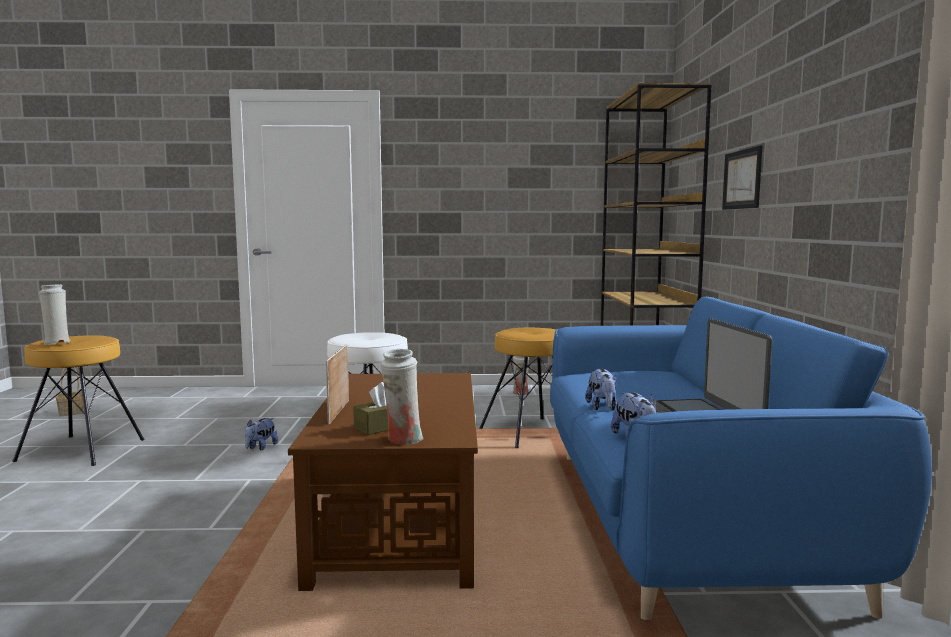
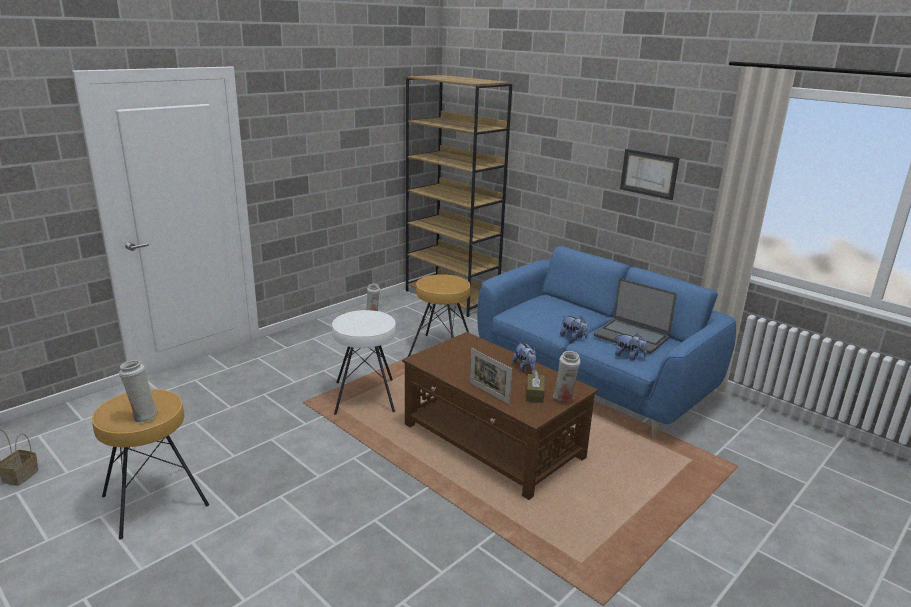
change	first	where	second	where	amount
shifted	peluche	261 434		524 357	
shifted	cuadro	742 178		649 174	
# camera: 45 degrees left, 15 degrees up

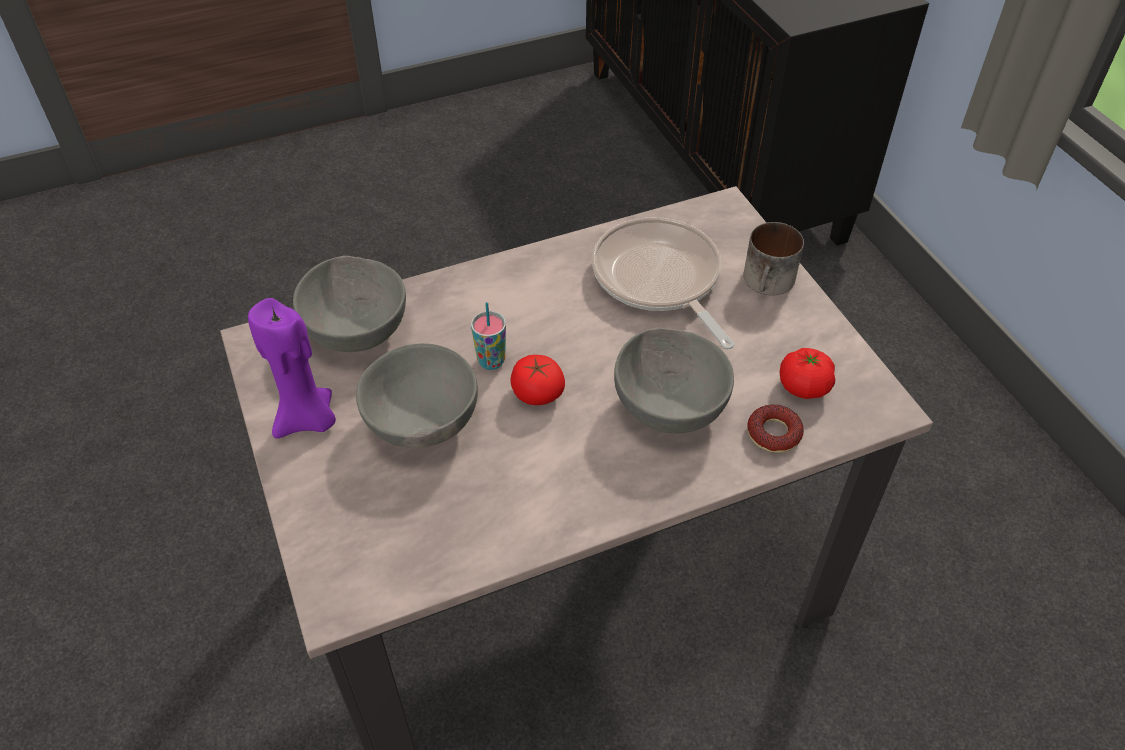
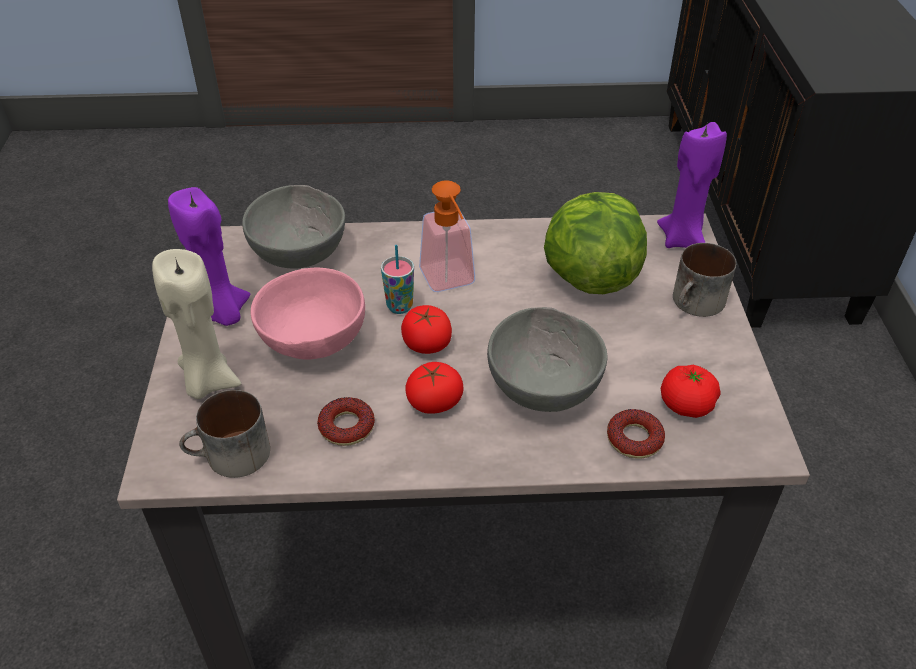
change	first	where	second	where	amount
new			vela [beis]	196 324	
new			taza grande	224 434	
repainted	cuenco [gris]	417 395	cuenco [rosa]	308 314	
new			rosquilla	346 421	
new			tomate	434 388	
new			dispensador de jabón	447 236	
swapped	sartén	663 283	lechuga	595 243	
new			vela [morado]	692 185	
# camera: 20 degrees right, 5 degrees down

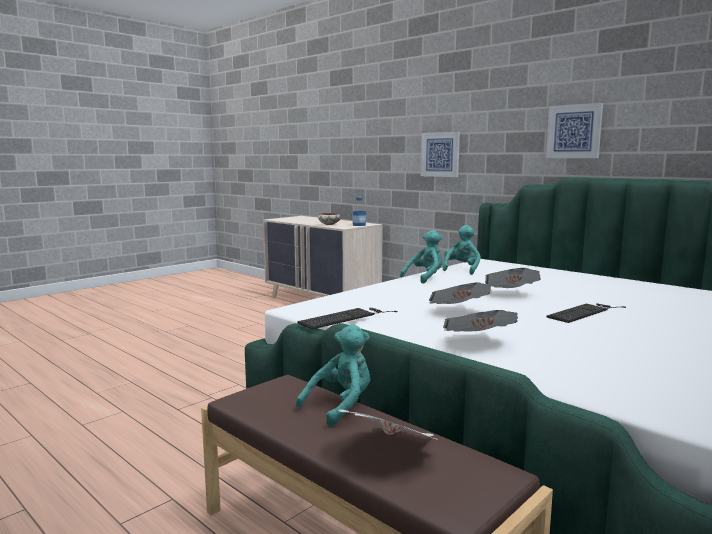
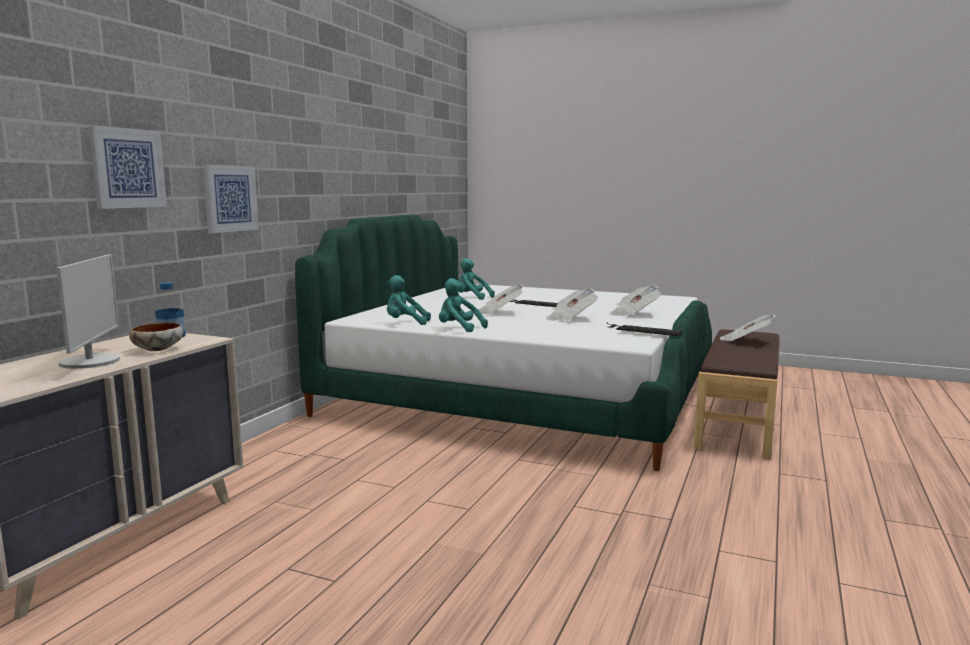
change	first	where	second	where	amount
new			monitor	88 311	
shifted	cuadro	574 130		128 167	
shifted	peluche [turquesa]	333 375		477 279	
# camera: 110 degrees left, 0 degrees up

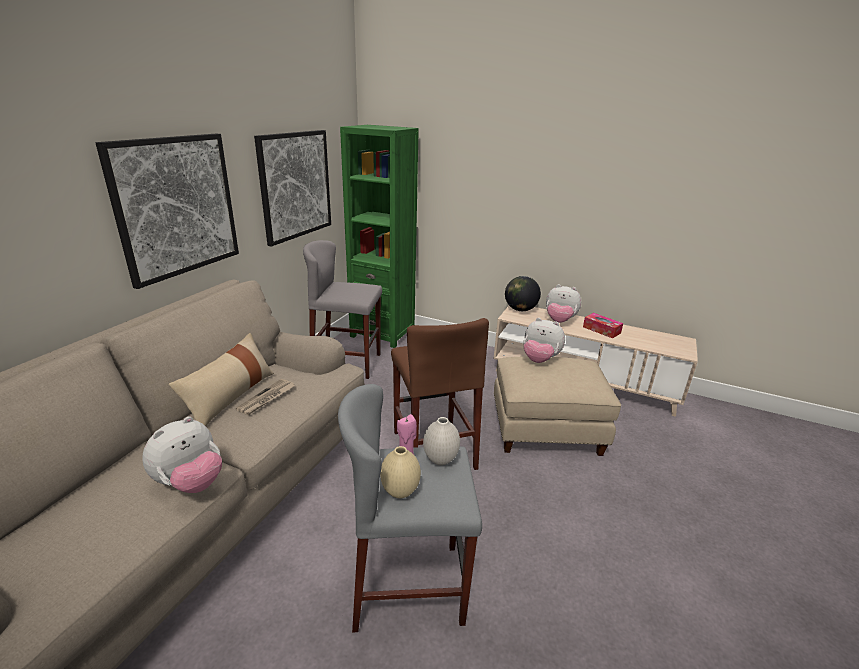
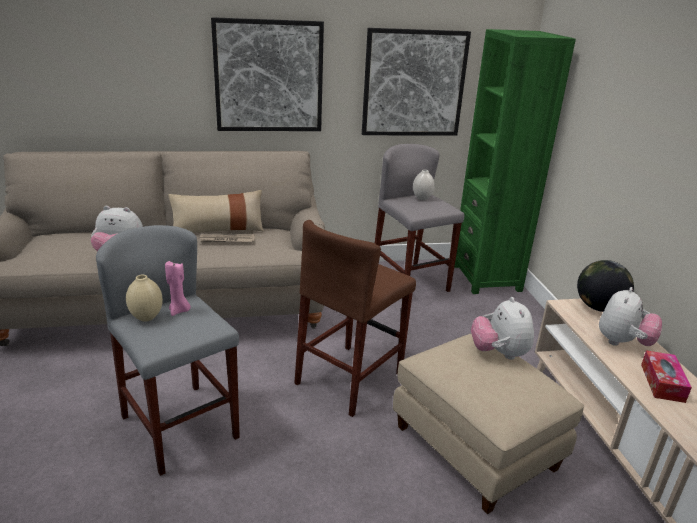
change	first	where	second	where	amount
shifted	florero [blanco]	441 441		424 185	
rotated	peluche	563 303		630 316	135 degrees counterclockwise
# camera: 55 degrees right, 0 degrees up

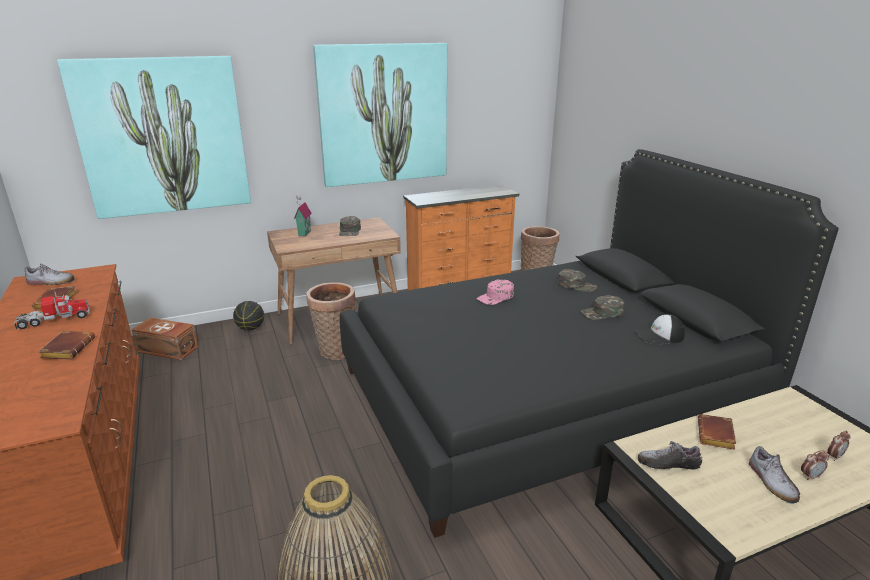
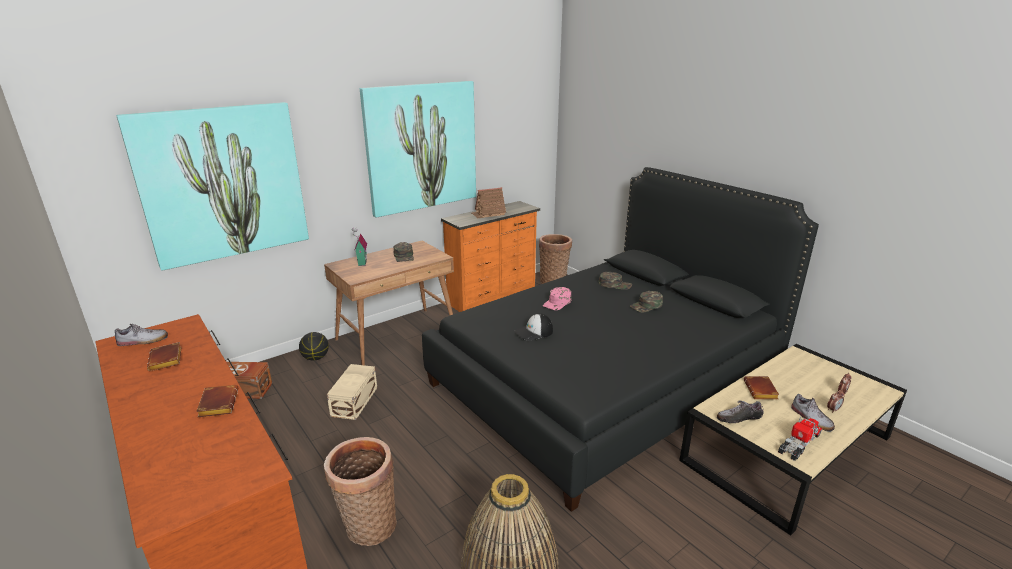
change	first	where	second	where	amount
shifted	cesta	331 321		360 491	
new			caja de almacenaje [beis]	352 392	
new			casita	489 202	
shifted	gorra	660 329		533 327	
shifted	camión de juguete	52 311		800 439	
# camera: 15 degrees left, 0 degrees up

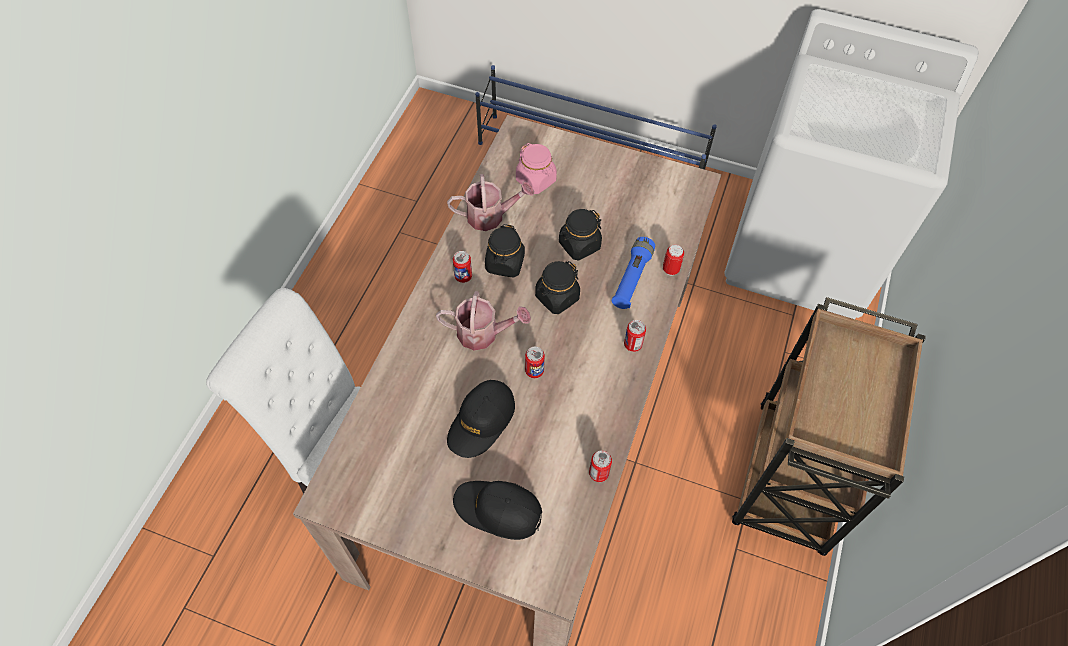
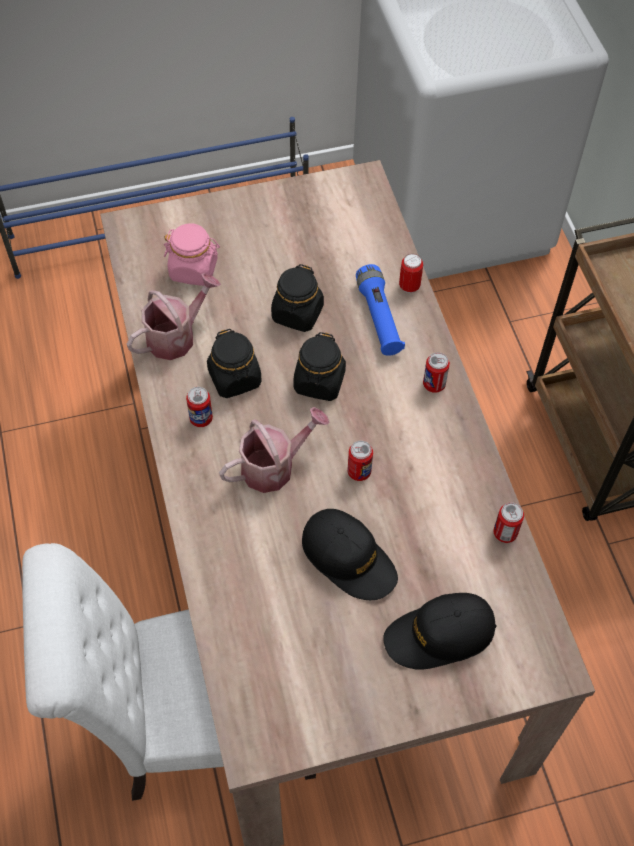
change	first	where	second	where	amount
rotated	gorra [negro]	481 419		350 554	45 degrees counterclockwise
# camera: 35 degrees left, 0 degrees up

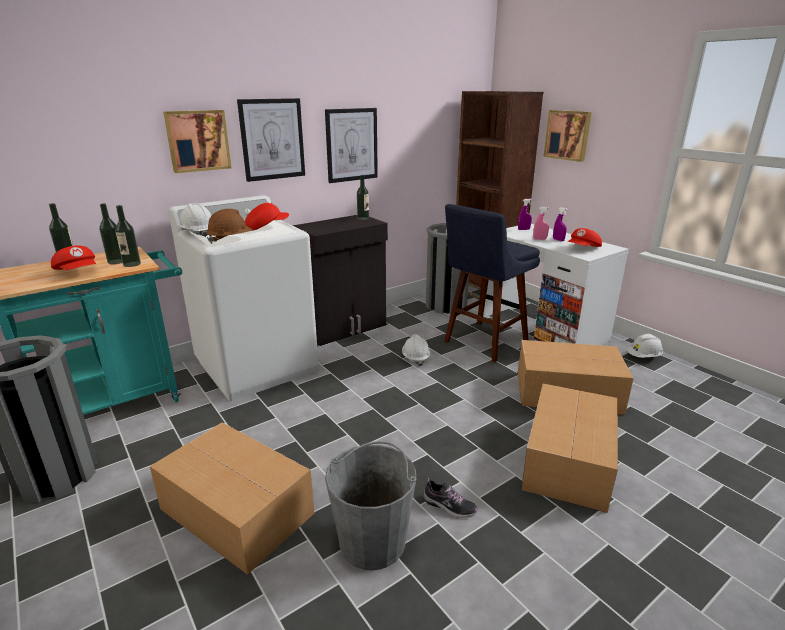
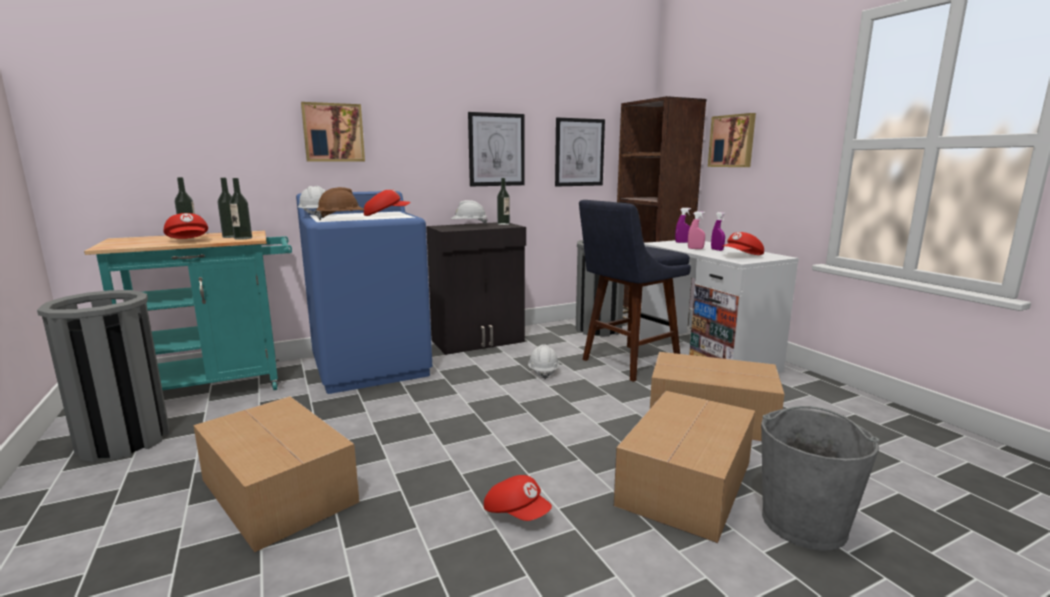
change	first	where	second	where	amount
repainted	lavadora [blanco]	243 298	lavadora [azul]	364 292	
shifted	casco [blanco]	644 346		469 212	
swapped	zapato	450 498	gorra [rojo]	518 498	
shifted	cuadro	271 140		580 152	
shifted	cubo [gris]	370 505		820 478	
# camera: 10 degrees right, 10 degrees down

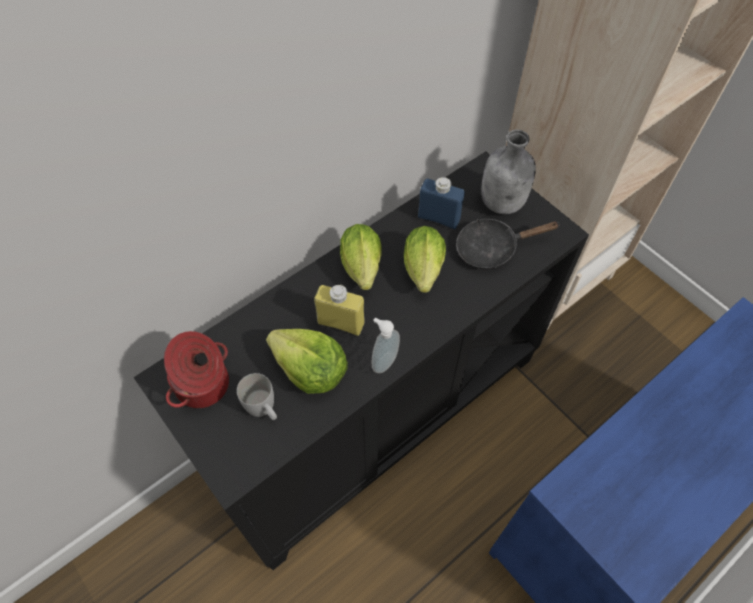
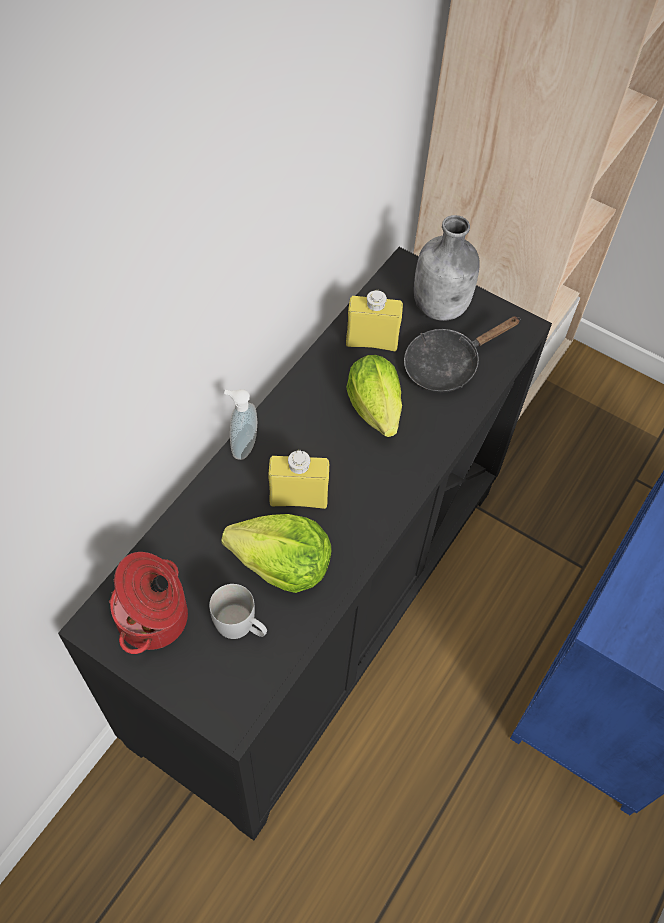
change	first	where	second	where	amount
shifted	dispensador de jabón	385 345		240 424	
repainted	botella [azul]	441 203	botella [amarillo]	374 320	
gone	lechuga	360 257			
# camera: 20 degrees left, 0 degrees up

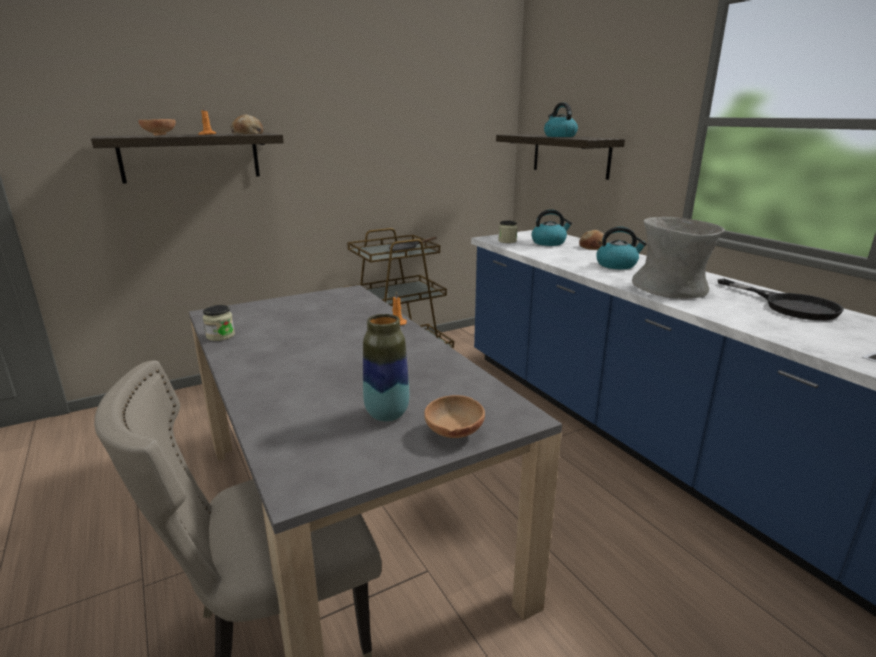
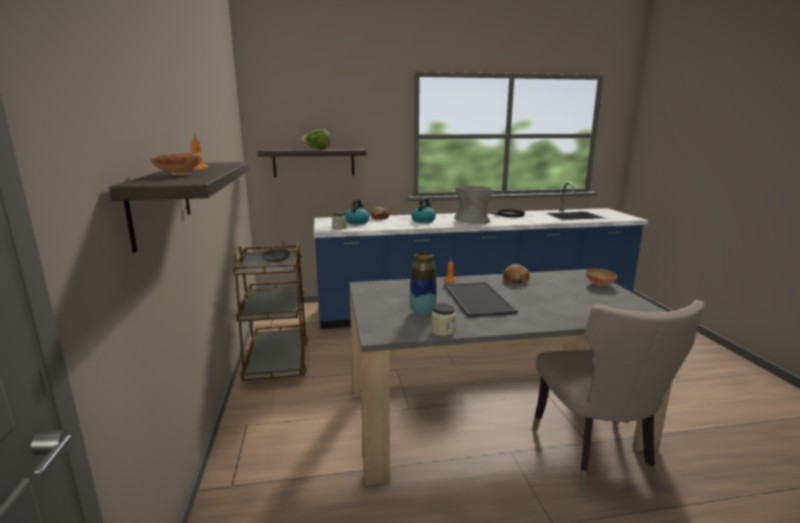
change	first	where	second	where	amount
swapped	hervidor	561 119	lechuga	315 139	
shifted	florero	386 368		423 284	
new			bandeja	481 299	
shifted	pan	246 125		516 274	
# camera: 70 degrees left, 5 degrees down

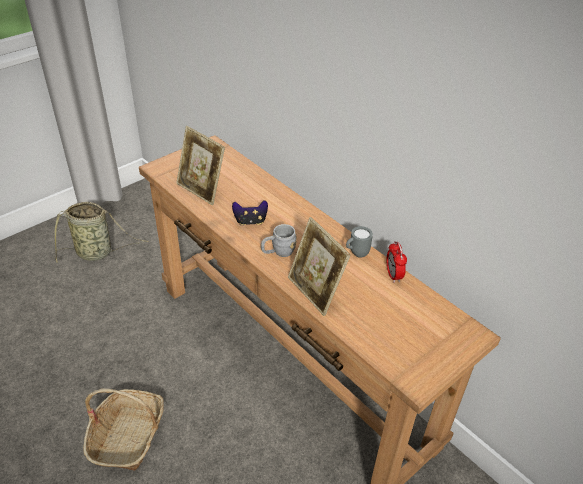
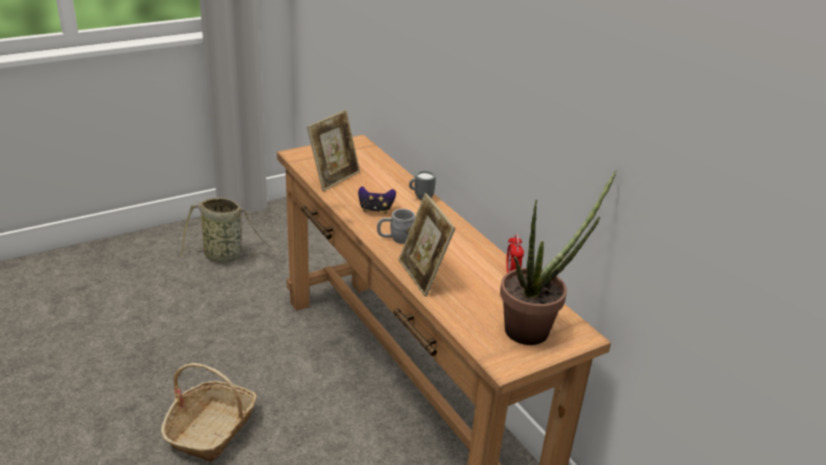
change	first	where	second	where	amount
rotated	portarretratos	200 165		333 150	105 degrees counterclockwise
shifted	taza grande [gris]	359 242		422 185	
new			planta en maceta	558 257	
# camera: 10 degrees right, 10 degrees down

